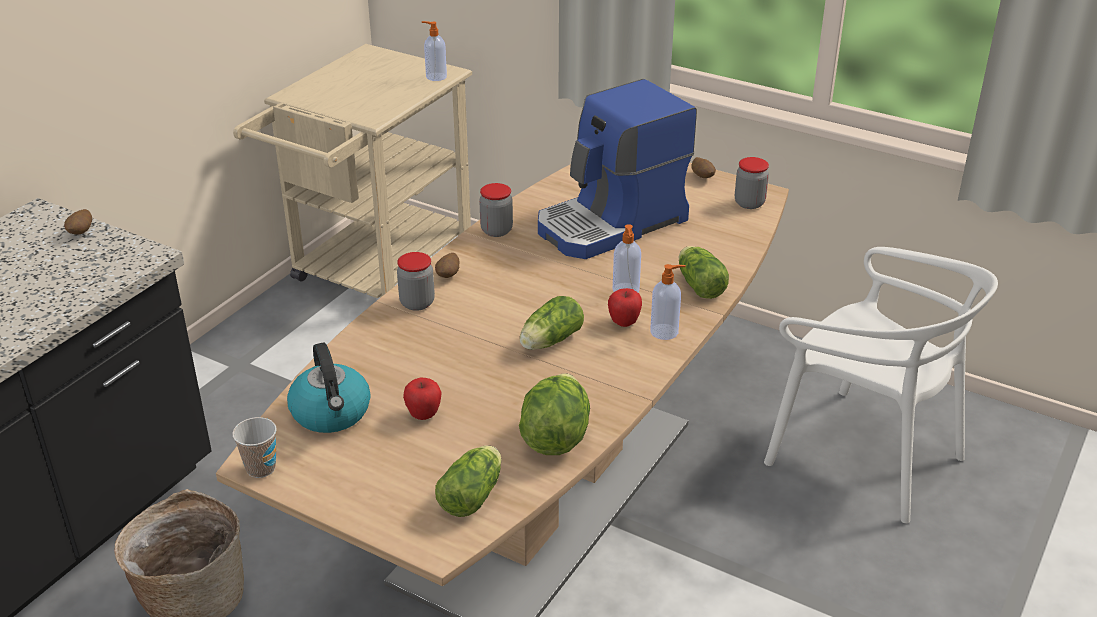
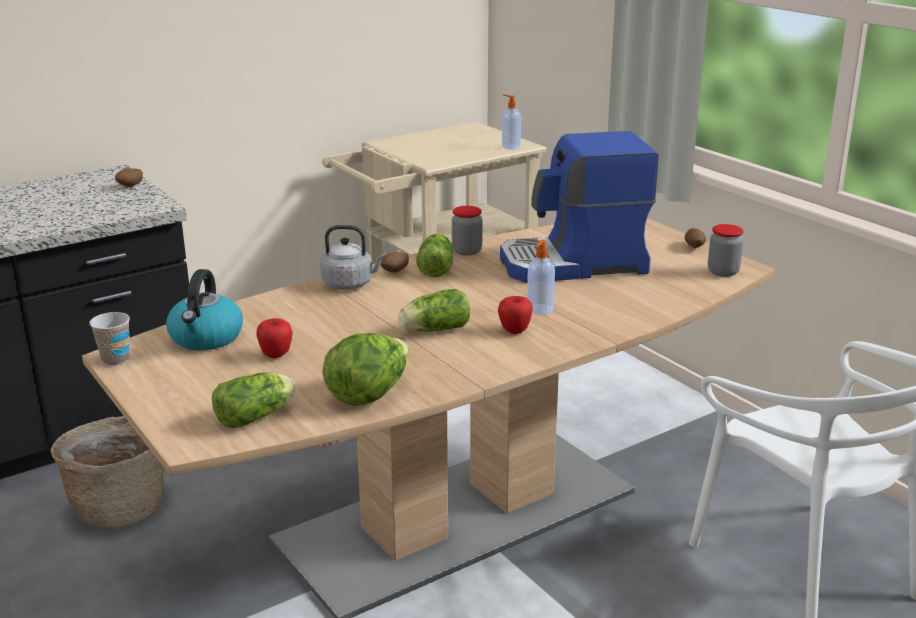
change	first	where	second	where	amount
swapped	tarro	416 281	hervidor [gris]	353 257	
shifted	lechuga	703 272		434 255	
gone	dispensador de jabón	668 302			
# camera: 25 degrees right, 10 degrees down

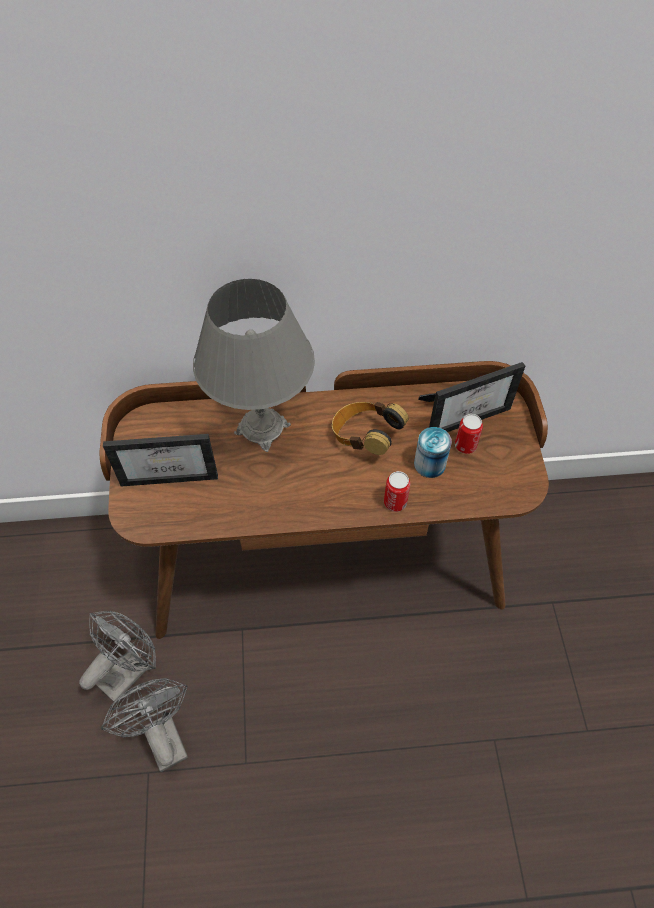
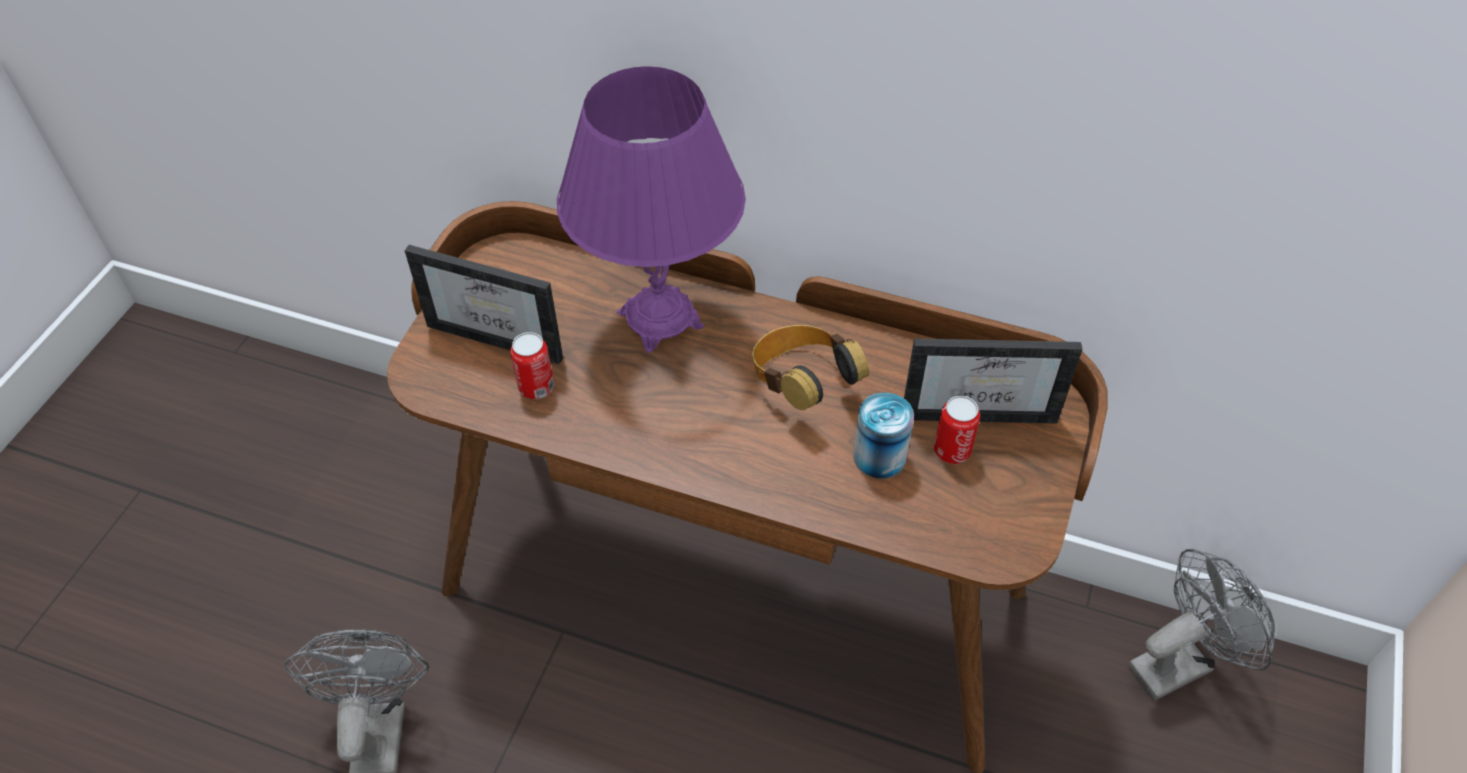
change	first	where	second	where	amount
shifted	lata	397 491		532 365	
repainted	lámpara de mesa [gris]	254 365	lámpara de mesa [morado]	651 209	
shifted	ventilador [gris]	117 656		1201 624	
# camera: 25 degrees right, 5 degrees down

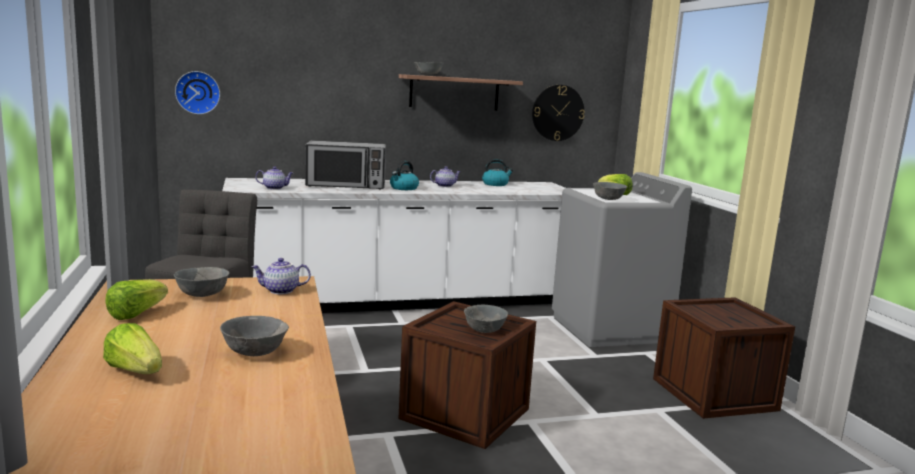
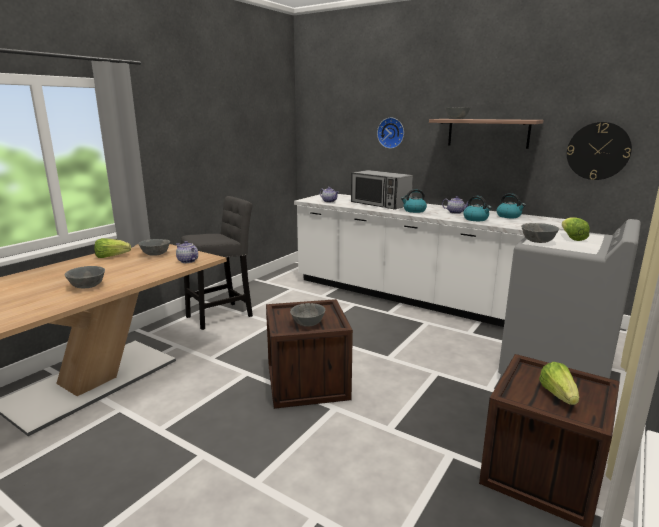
change	first	where	second	where	amount
shifted	reloj de pared	197 93		390 133	
new			hervidor	477 208	
shifted	lechuga	132 348		559 383	
# camera: 50 degrees right, 5 degrees up

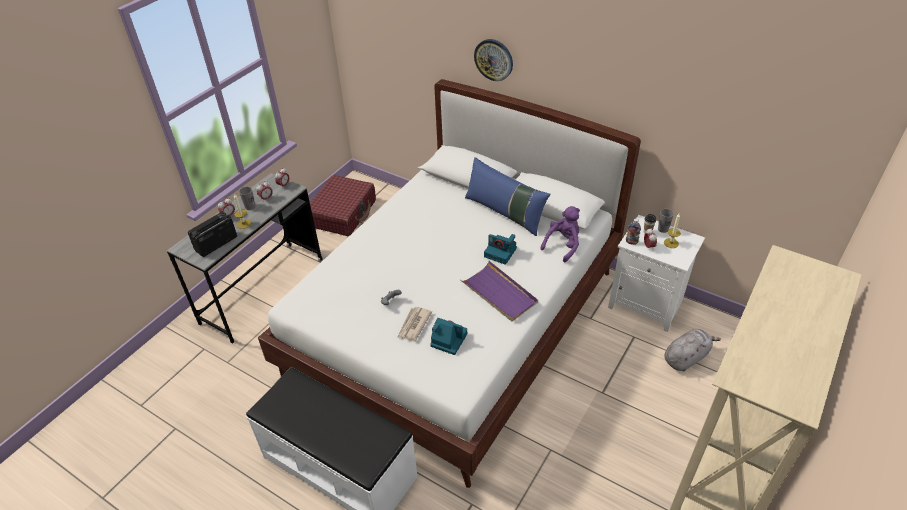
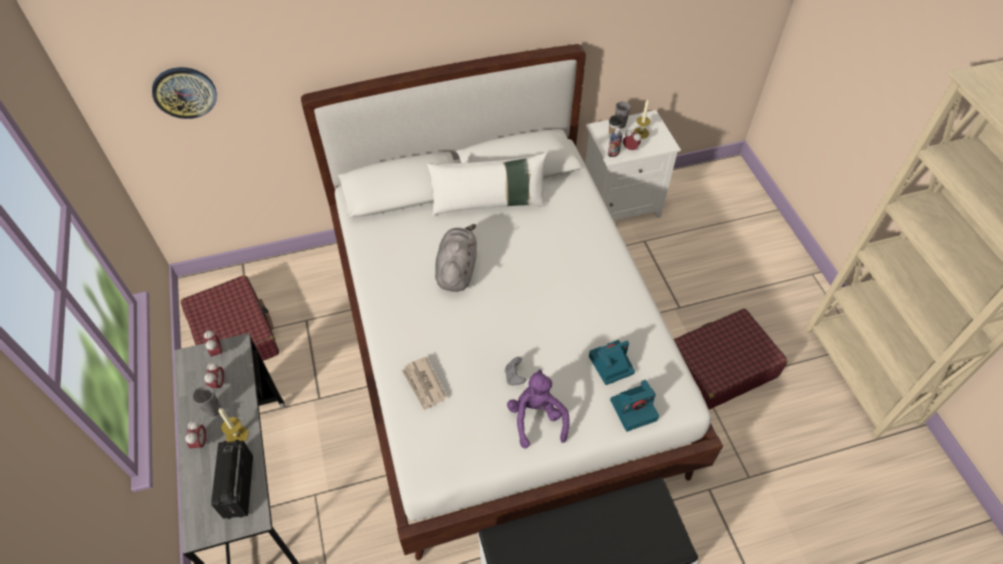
change	first	where	second	where	amount
shifted	reloj de pared	493 60		184 93	
shifted	periódico	414 324		424 384	
repainted	cojín [azul]	507 196	cojín [blanco]	487 184	
shifted	peluche [gris]	692 350		456 258	
shifted	peluche [morado]	560 234		538 409	
shifted	cámara	500 249		634 406	
new			maleta [rojo]	731 359	
gone	bandeja [morado]	499 291			
# camera: 50 degrees left, 10 degrees up

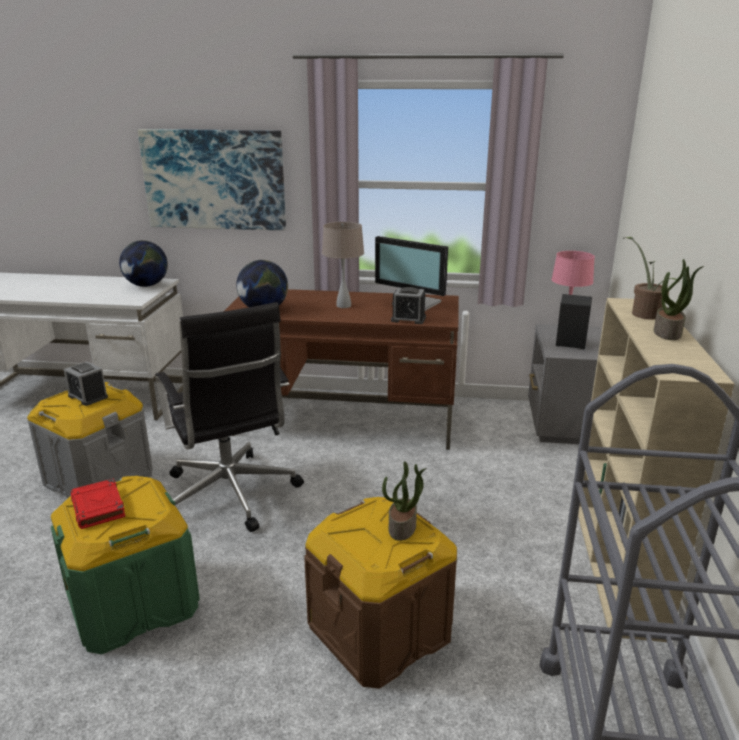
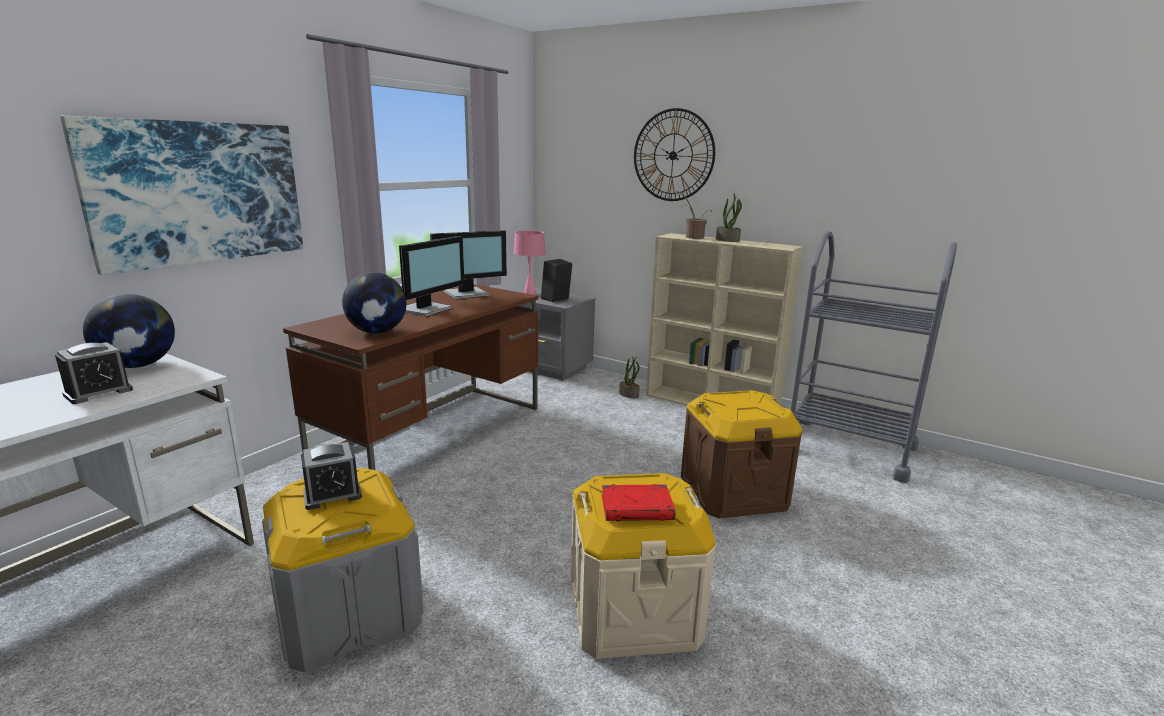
change	first	where	second	where	amount
shifted	despertador	408 305		94 373	
swapped	lámpara de mesa [beis]	343 265	monitor	432 276	
repainted	caja de almacenaje [verde]	125 565	caja de almacenaje [beis]	643 566	
shifted	planta en maceta	404 501		629 377	
new			reloj de pared	674 154	
gone	silla de oficina [negro]	229 417			
# camera: 65 degrees left, 5 degrees down

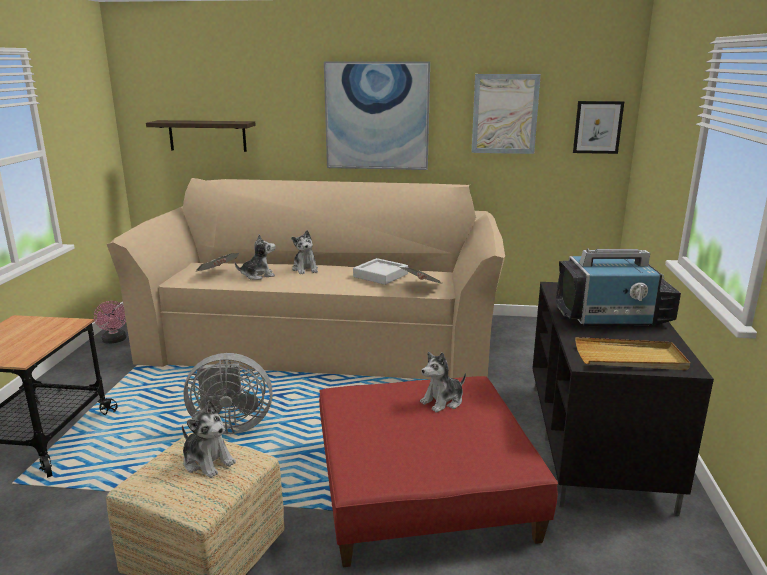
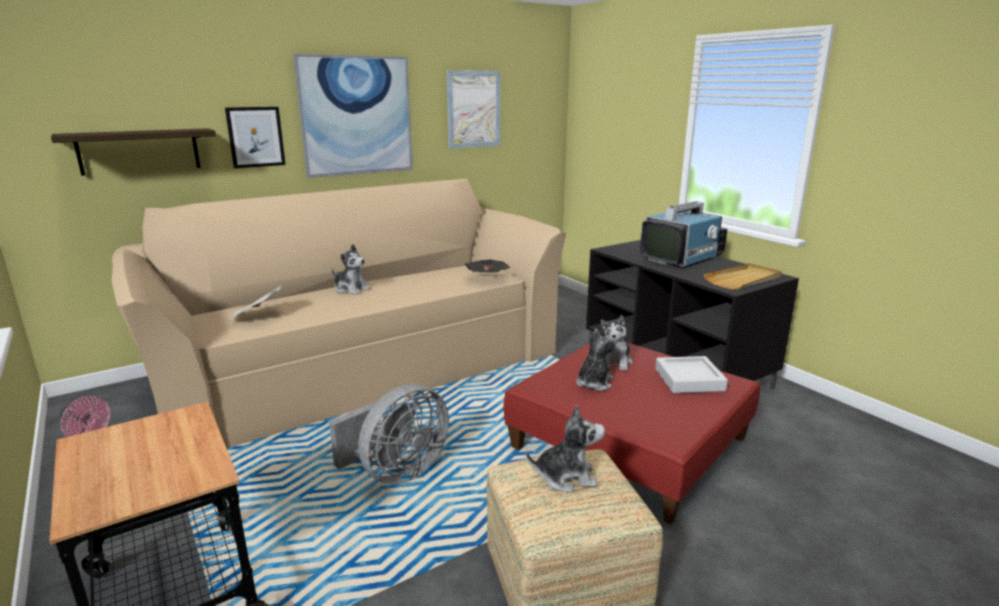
change	first	where	second	where	amount
shifted	cuadro	598 127		255 137	
shifted	peluche	255 257		596 359	
shifted	bandeja [gris]	380 271		691 374	
# camera: 40 degrees left, 0 degrees up

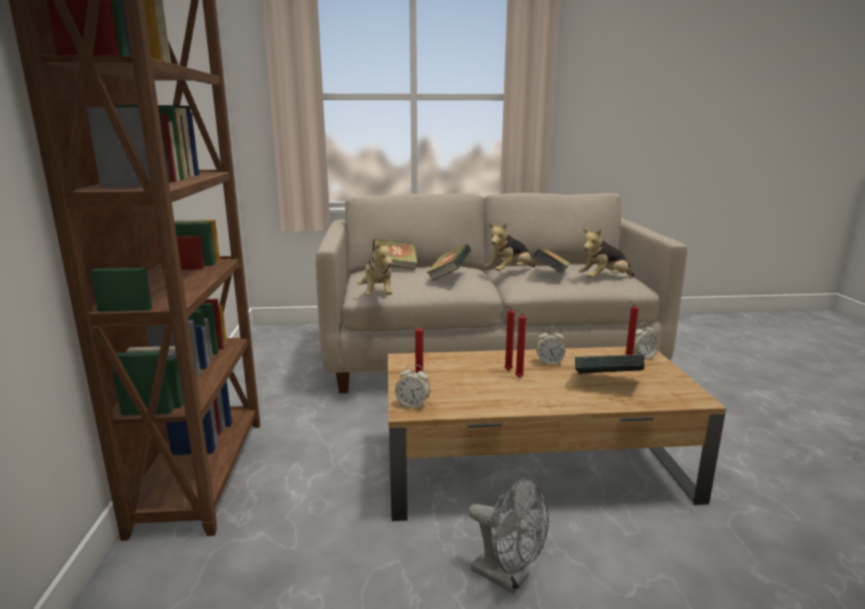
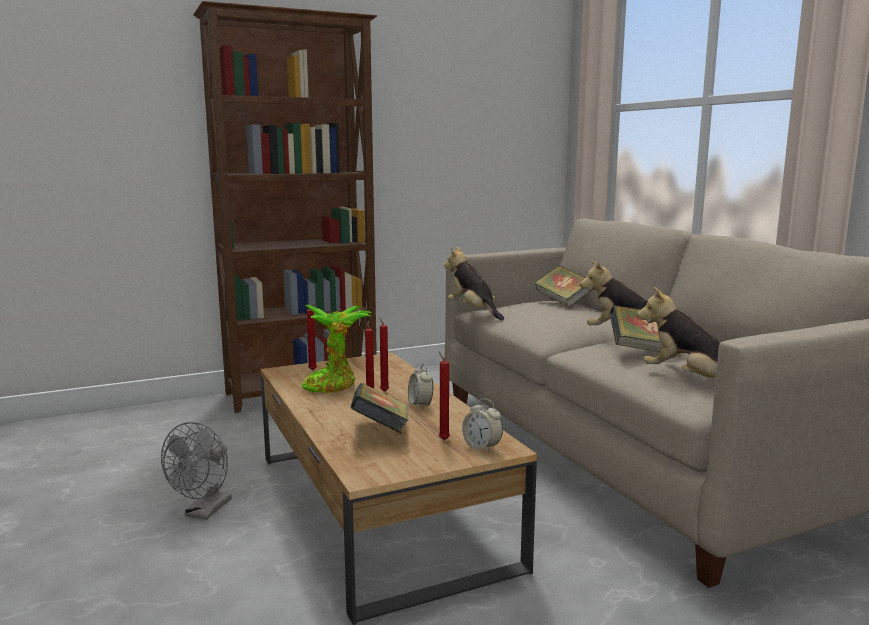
change	first	where	second	where	amount
new			planta en maceta	337 349	
rotated	peluche	375 267		474 283	90 degrees clockwise
gone	despertador	412 386			
gone	libro	449 262			
# camera: 70 degrees right, 5 degrees down

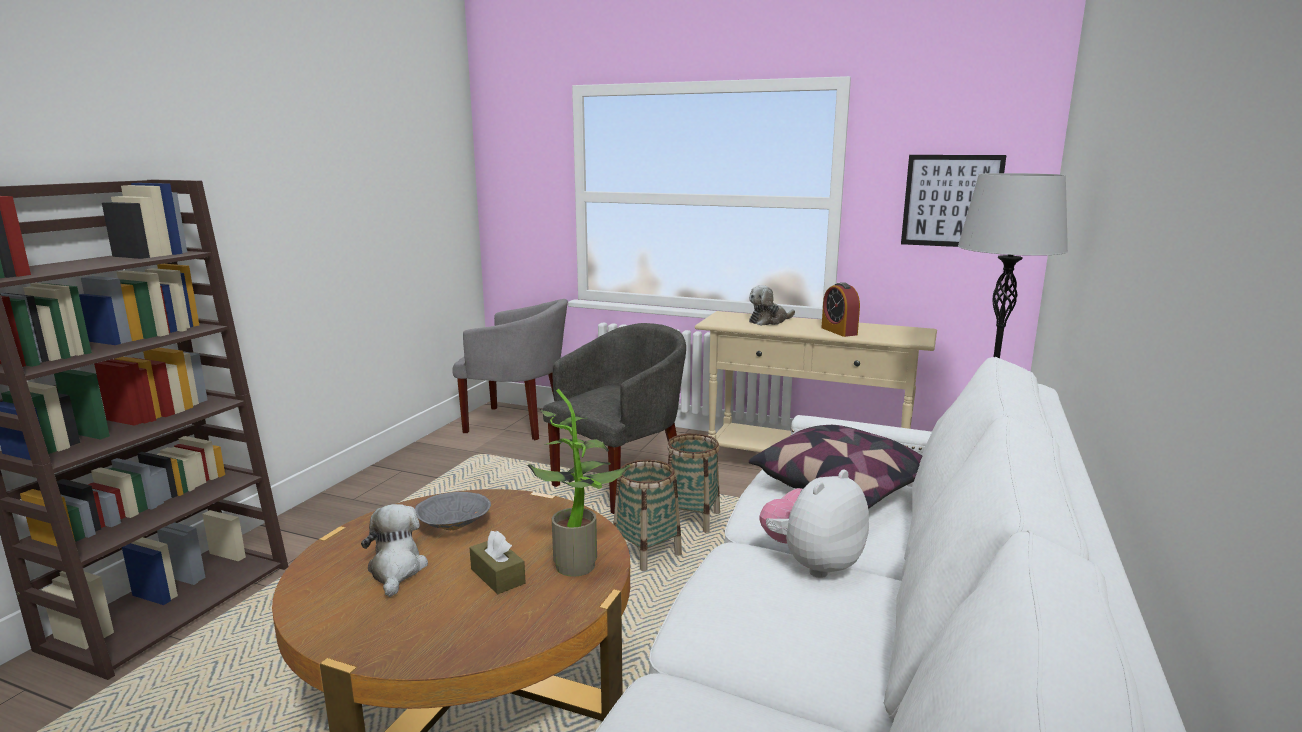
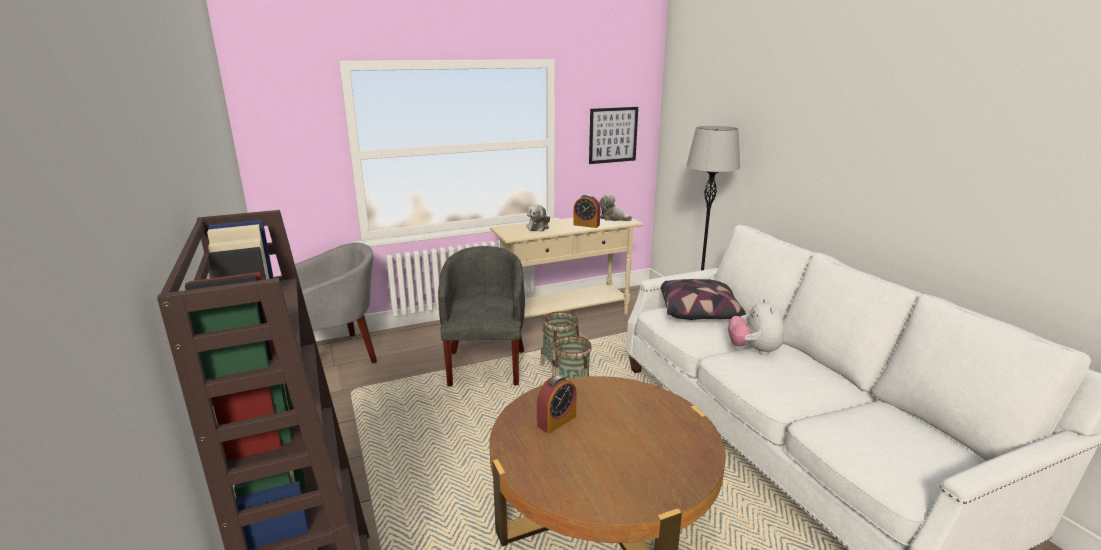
change	first	where	second	where	amount
swapped	cuenco [gris]	453 511	despertador	556 405	
shifted	peluche	394 550		615 207	
gone	caja de pañuelos [marrón]	498 562			
gone	planta en maceta	578 483			
# camera: 45 degrees left, 5 degrees up

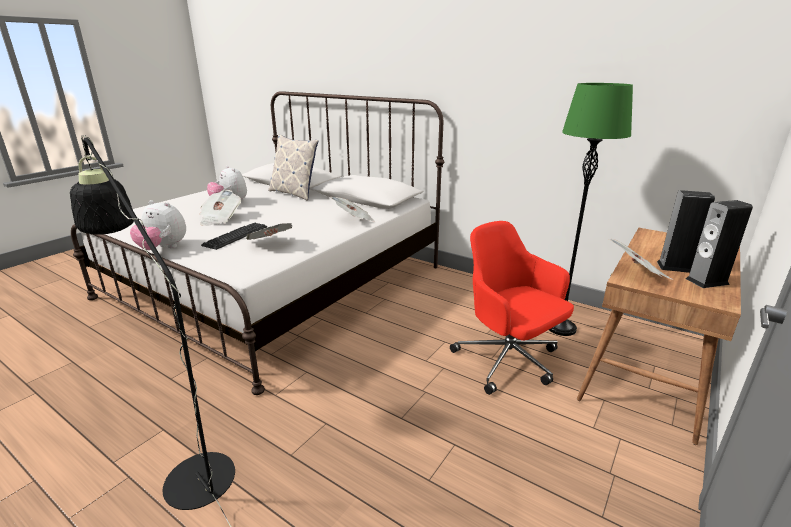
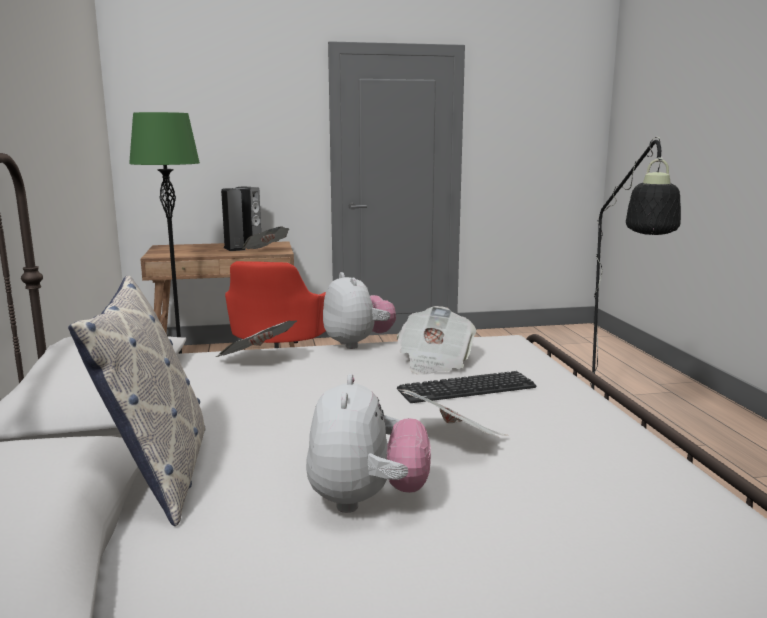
change	first	where	second	where	amount
shifted	peluche	158 225		359 310	
# camera: 135 degrees left, 10 degrees down

